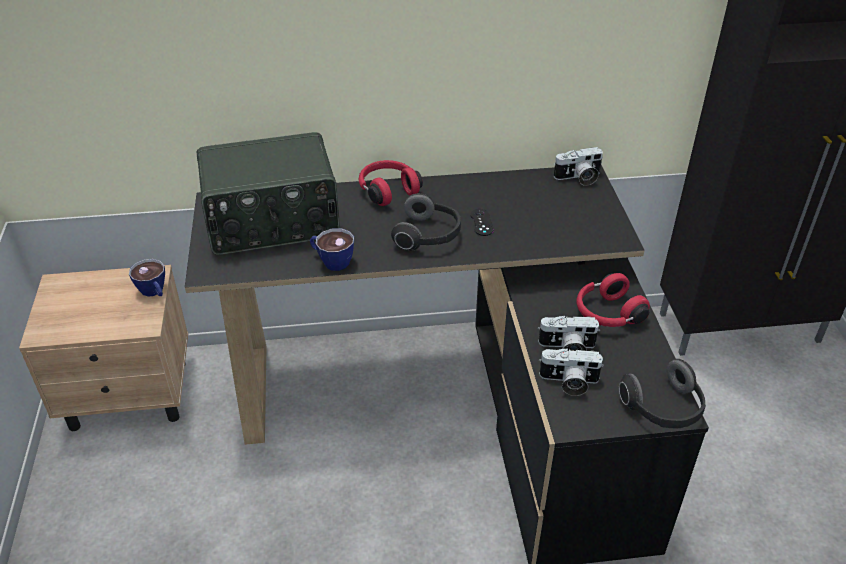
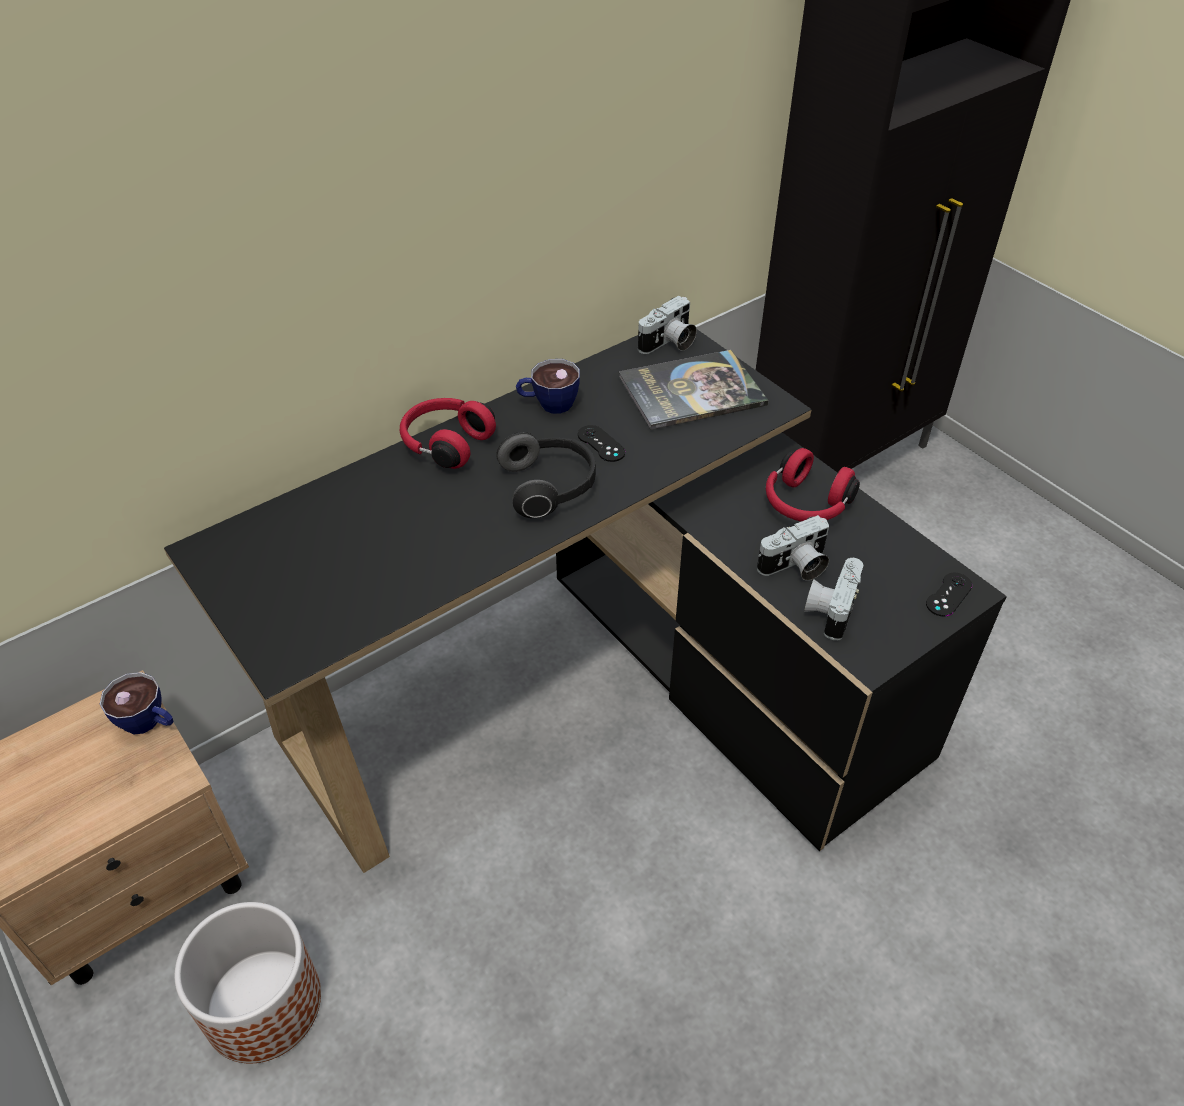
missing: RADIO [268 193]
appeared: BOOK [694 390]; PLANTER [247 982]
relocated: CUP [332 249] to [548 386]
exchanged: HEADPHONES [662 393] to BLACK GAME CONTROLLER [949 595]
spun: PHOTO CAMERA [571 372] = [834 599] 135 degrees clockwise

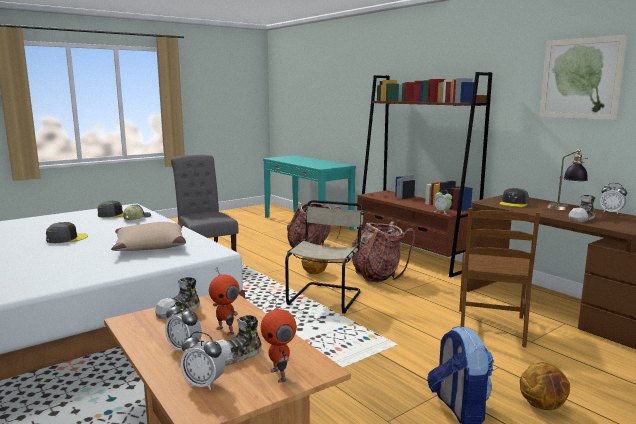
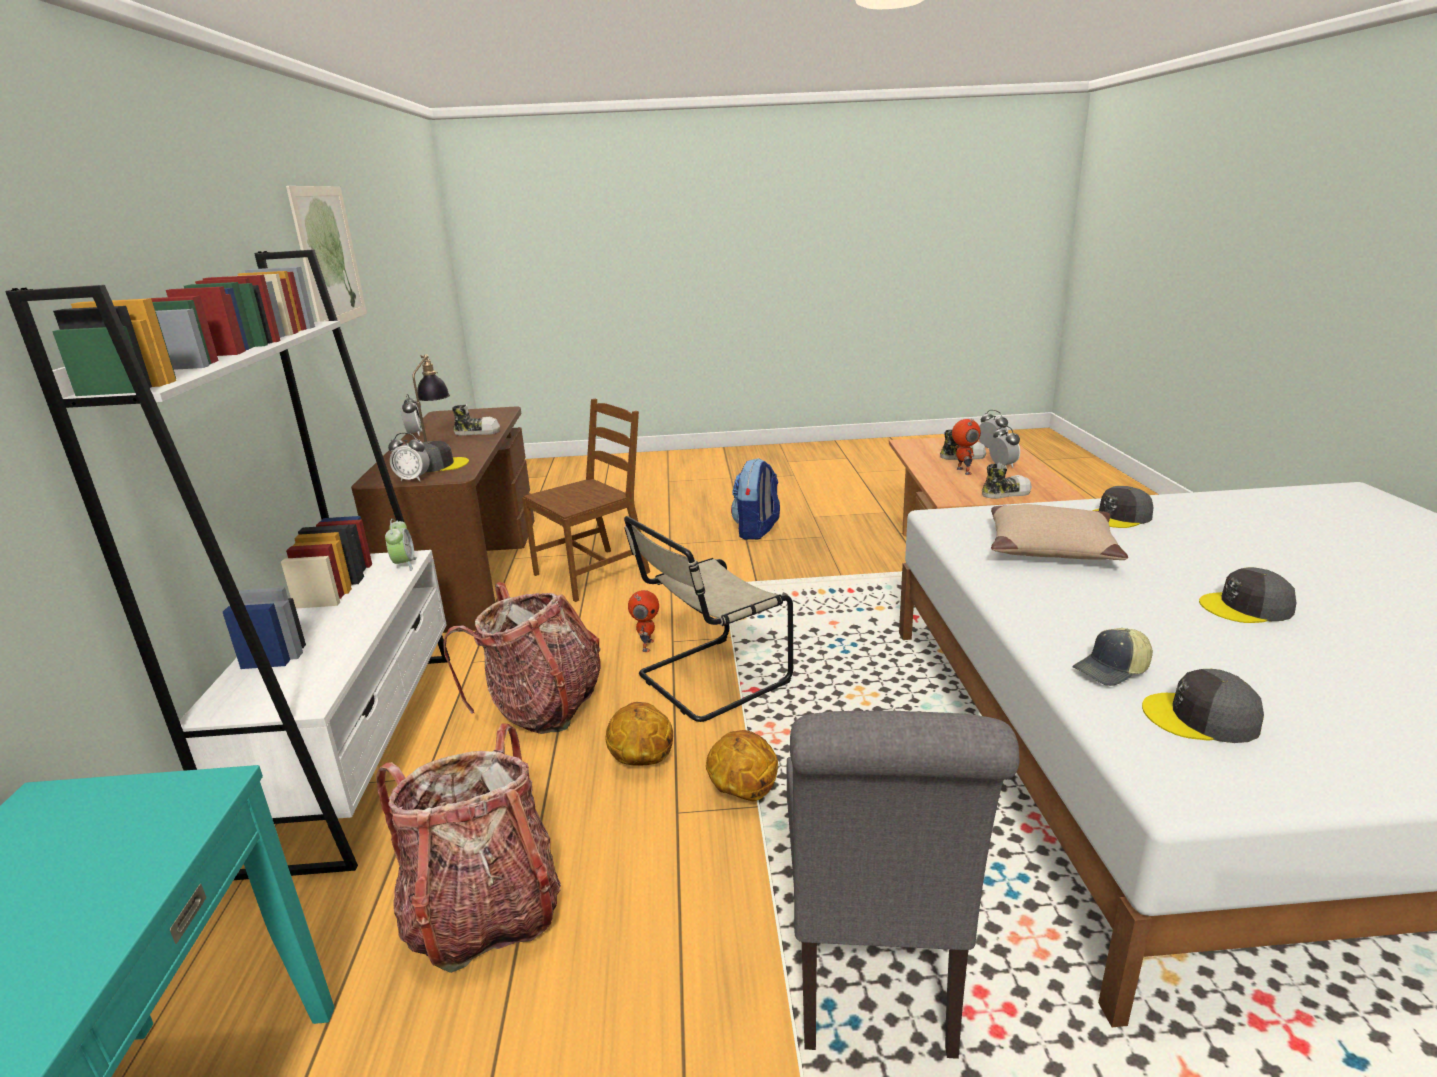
appeared: ALARM CLOCK [409 457]; GREY CAP [1122 507]
relocated: TOY ROBOT [279 340] to [643 621]; BASKETBALL [545 386] to [742 765]
colour: BROWN BOOKCASE [424 174] to WHITE BOOKCASE [227 564]

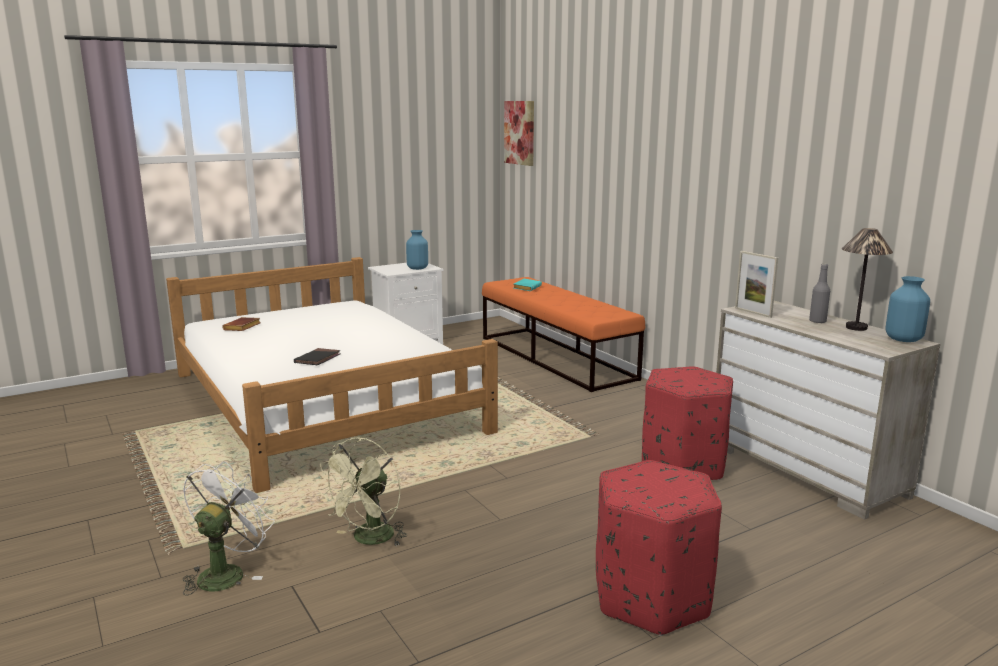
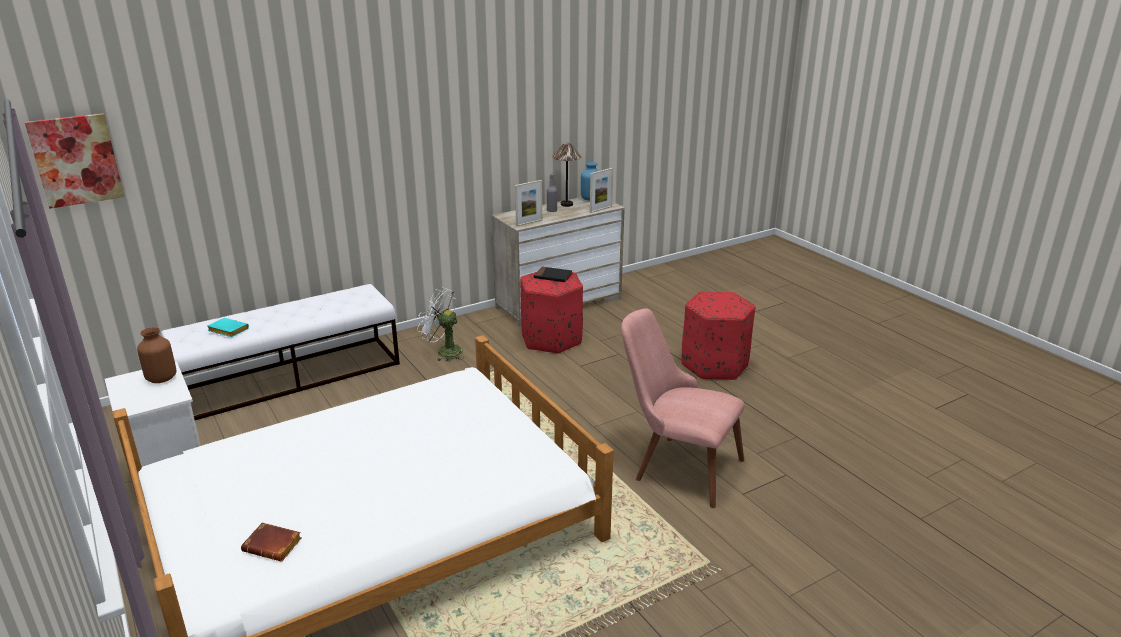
appeared: PICTURE FRAME [601 190]
relocated: BLACK BOOK [317 356] to [553 274]; WHITE FAN [228 528] to [440 324]
exchanged: GREEN FAN [362 492] to PINK CHAIR [683 408]
colour: BLUE VASE [417 250] to BROWN VASE [156 355]; ORANGE BENCH [563 334] to WHITE BENCH [280 352]

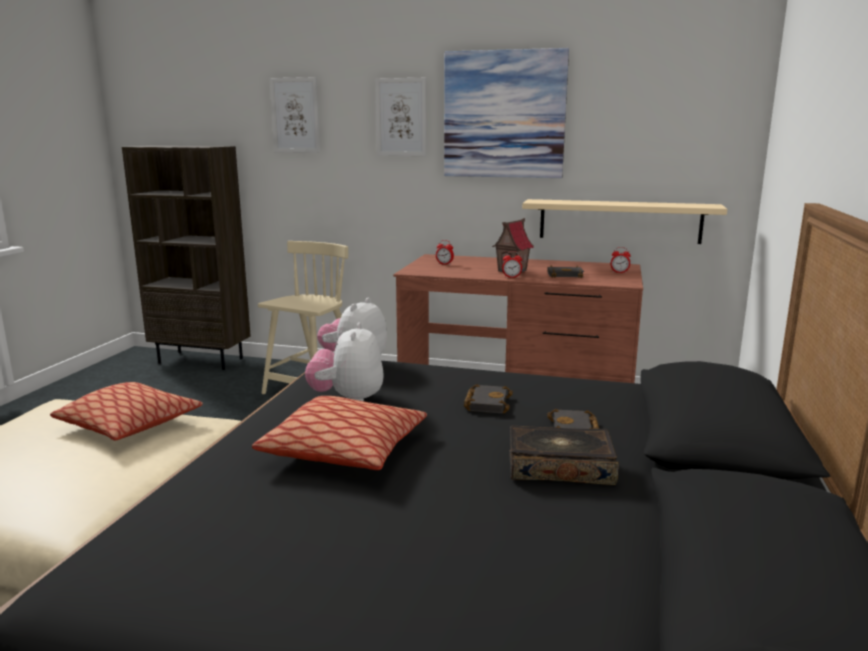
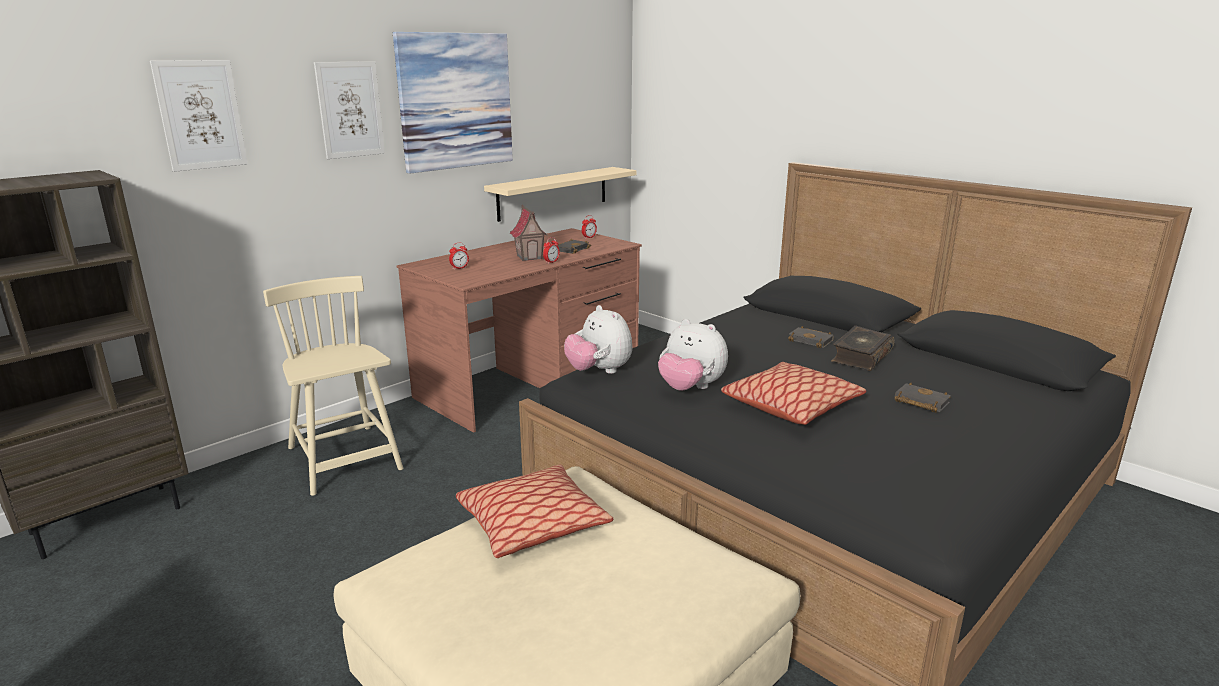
relocated: BLACK BOOK [488 399] to [922 398]

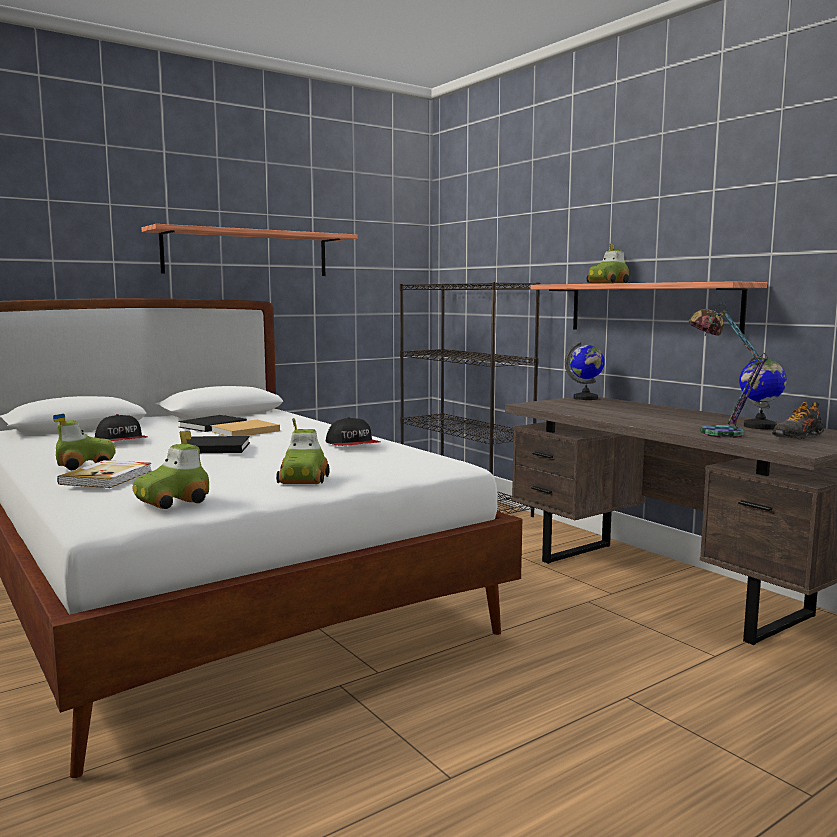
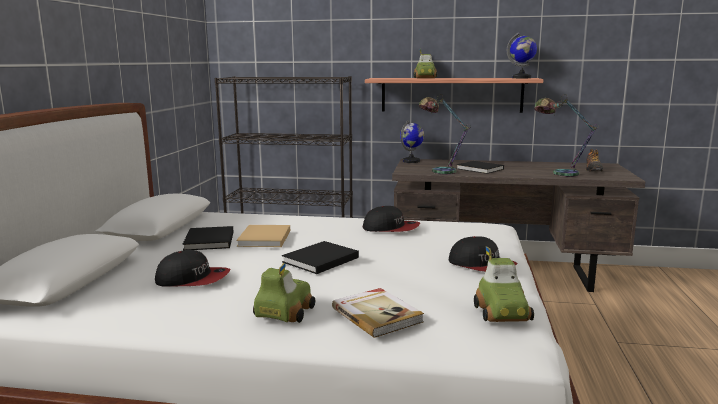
missing: SHELF [250 250]
appeared: TABLE LAMP [445 134]; BLACK BOOK [480 167]
relocated: GLOBE [763 390] to [522 55]
exchanged: TOY CAR [302 451] to CAP [483 254]

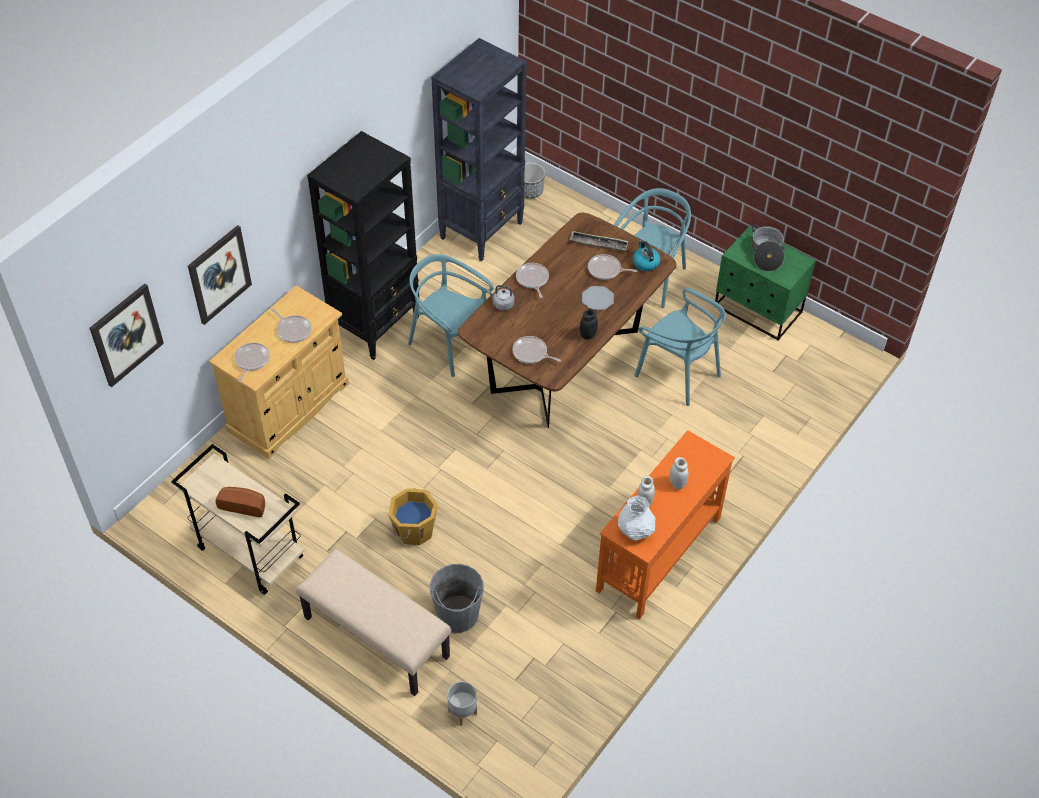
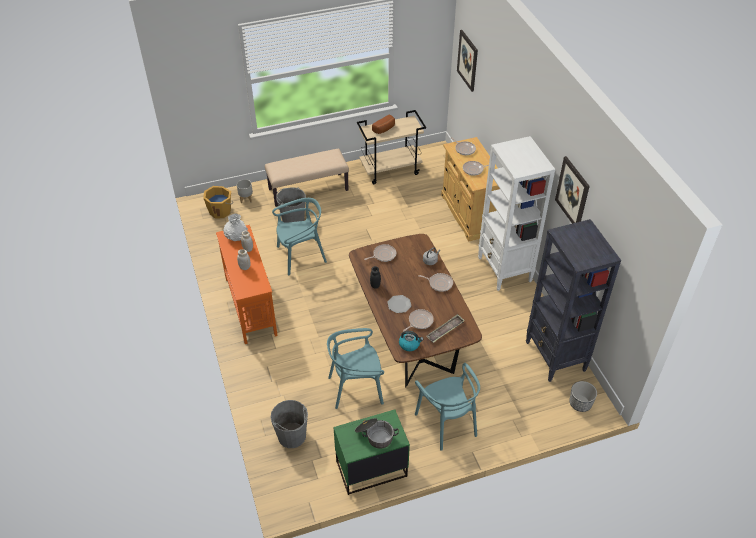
appeared: GREY BUCKET [289 424]
relocated: PICTURE [220 275] to [572 190]; TURQUOISE CHAIR [451 315] to [299 237]; ORANGE BUCKET [412 516] to [218 202]
colour: BLACK BOOKCASE [363 245] to WHITE BOOKCASE [516 213]

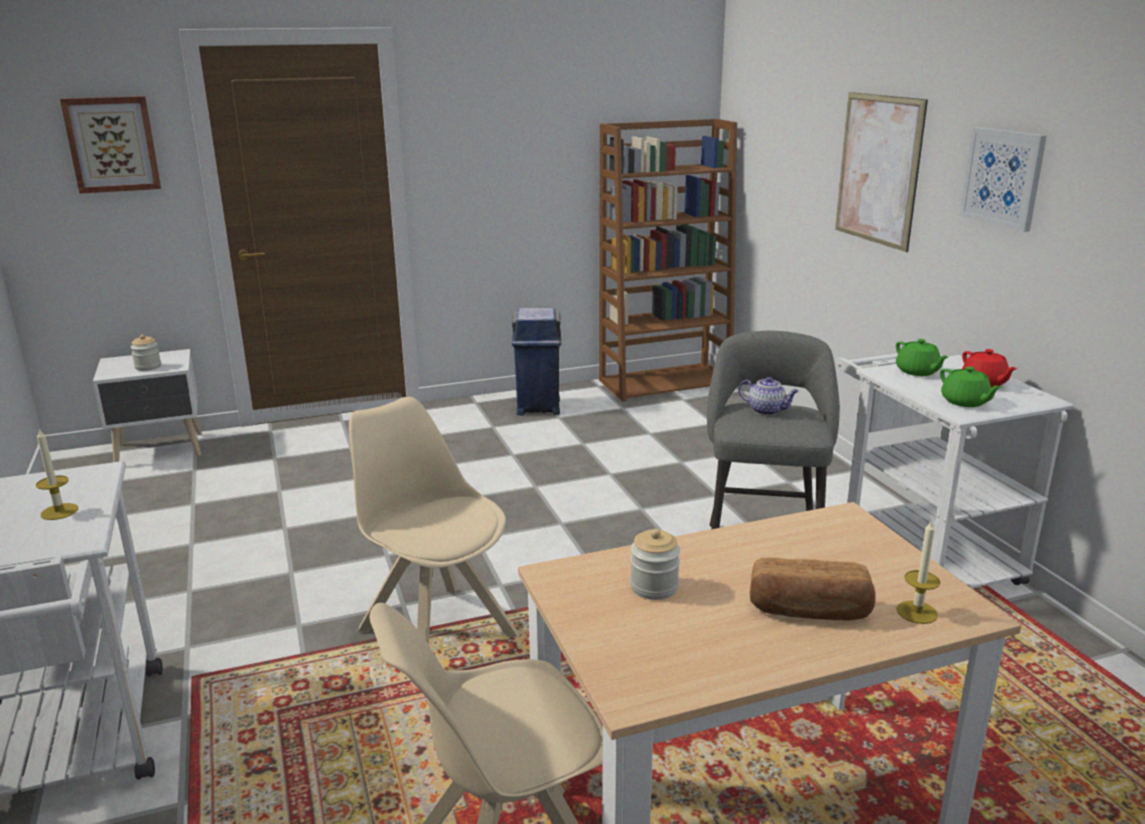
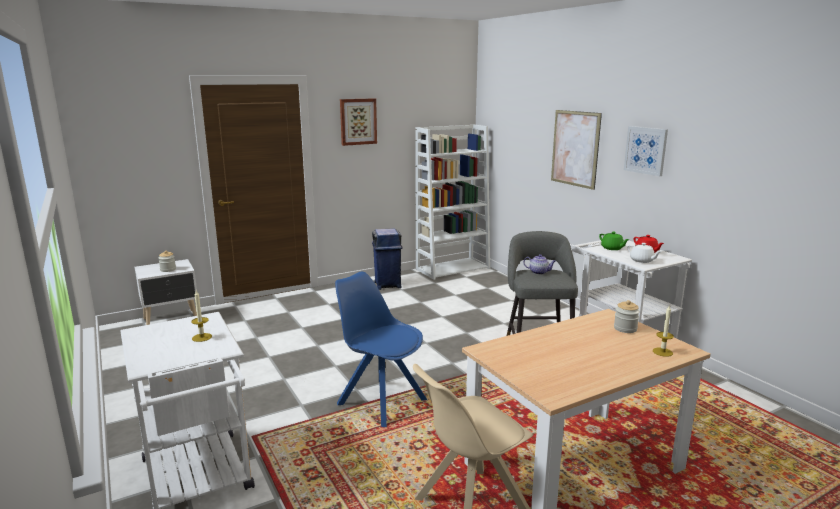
missing: BREAD [812 589]
relocated: PICTURE [110 145] to [358 122]; JAR [655 564] to [627 316]
colour: BROWN BOOKCASE [668 260] to WHITE BOOKCASE [452 202]; GREEN TEAPOT [971 386] to WHITE TEAPOT [644 253]; BEIGE CHAIR [433 521] to BLUE CHAIR [381 349]

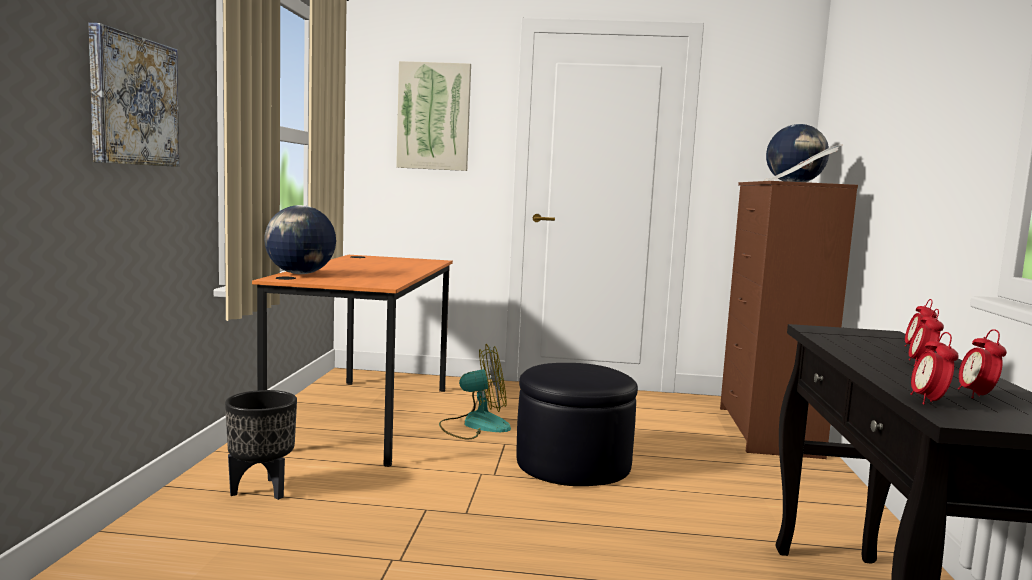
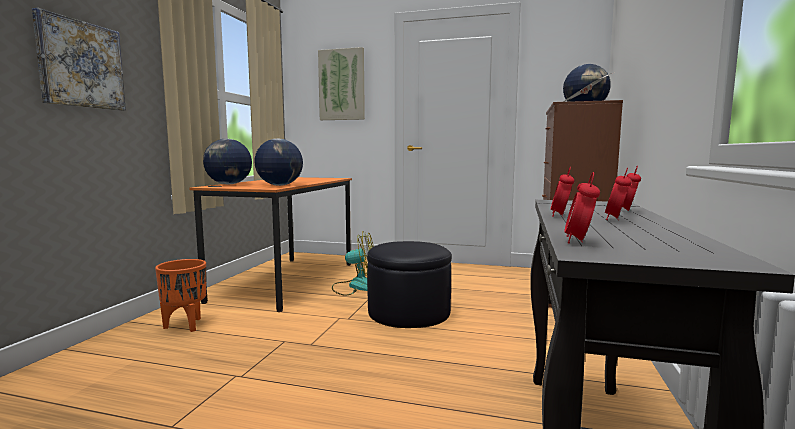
appeared: GLOBE [278 162]
relocated: ALARM CLOCK [982 363] to [563 192]
colour: BLACK PLANTER [261 445] to ORANGE PLANTER [181 295]

